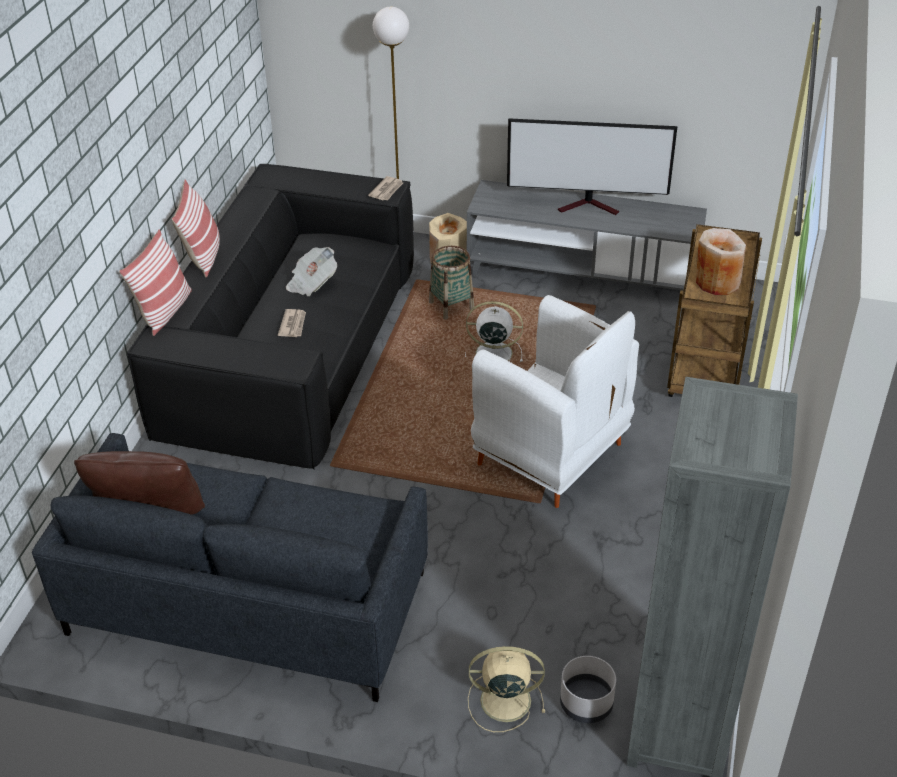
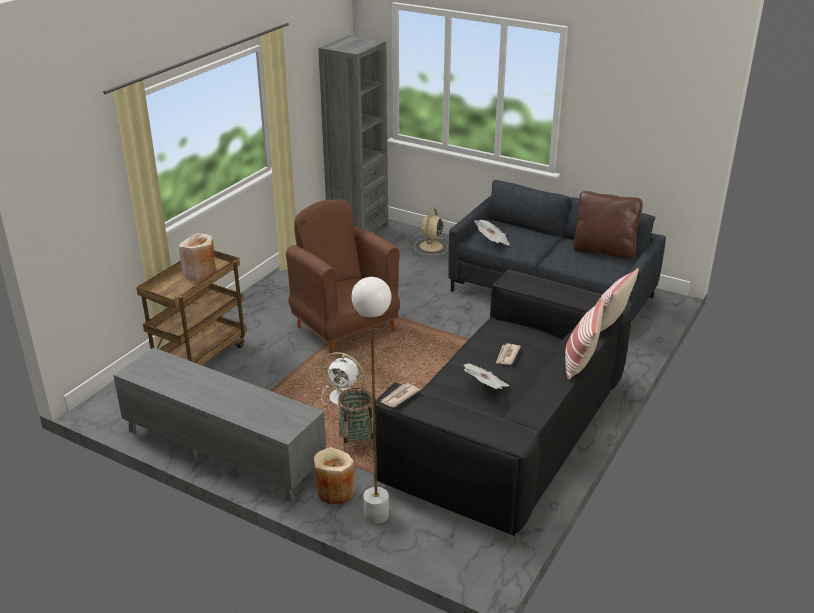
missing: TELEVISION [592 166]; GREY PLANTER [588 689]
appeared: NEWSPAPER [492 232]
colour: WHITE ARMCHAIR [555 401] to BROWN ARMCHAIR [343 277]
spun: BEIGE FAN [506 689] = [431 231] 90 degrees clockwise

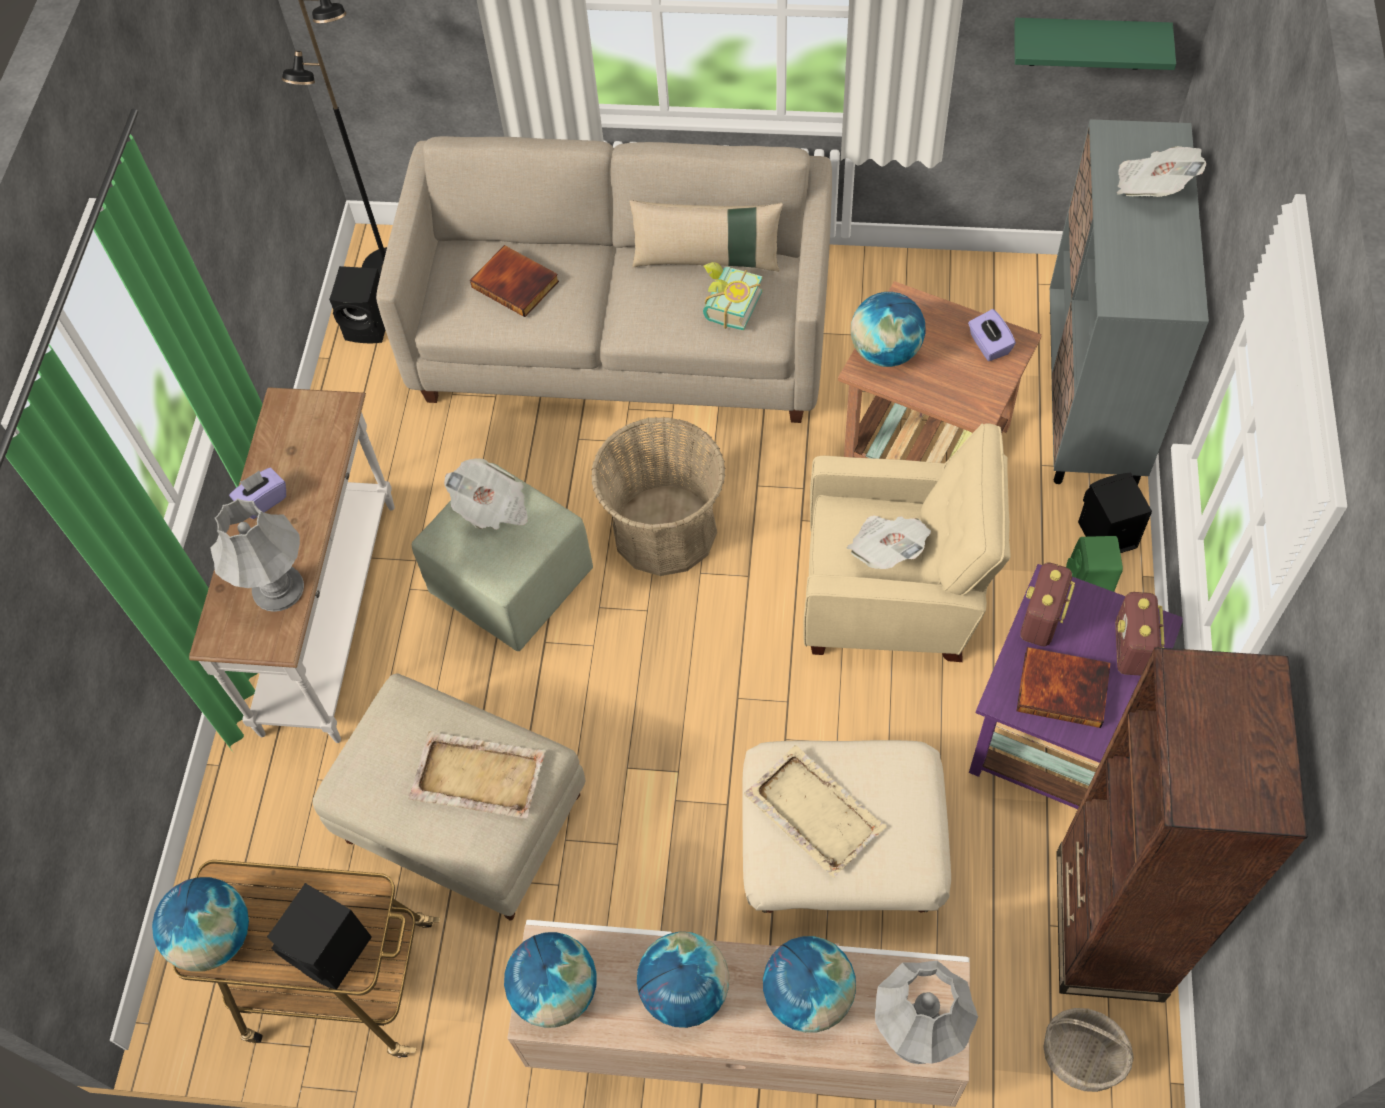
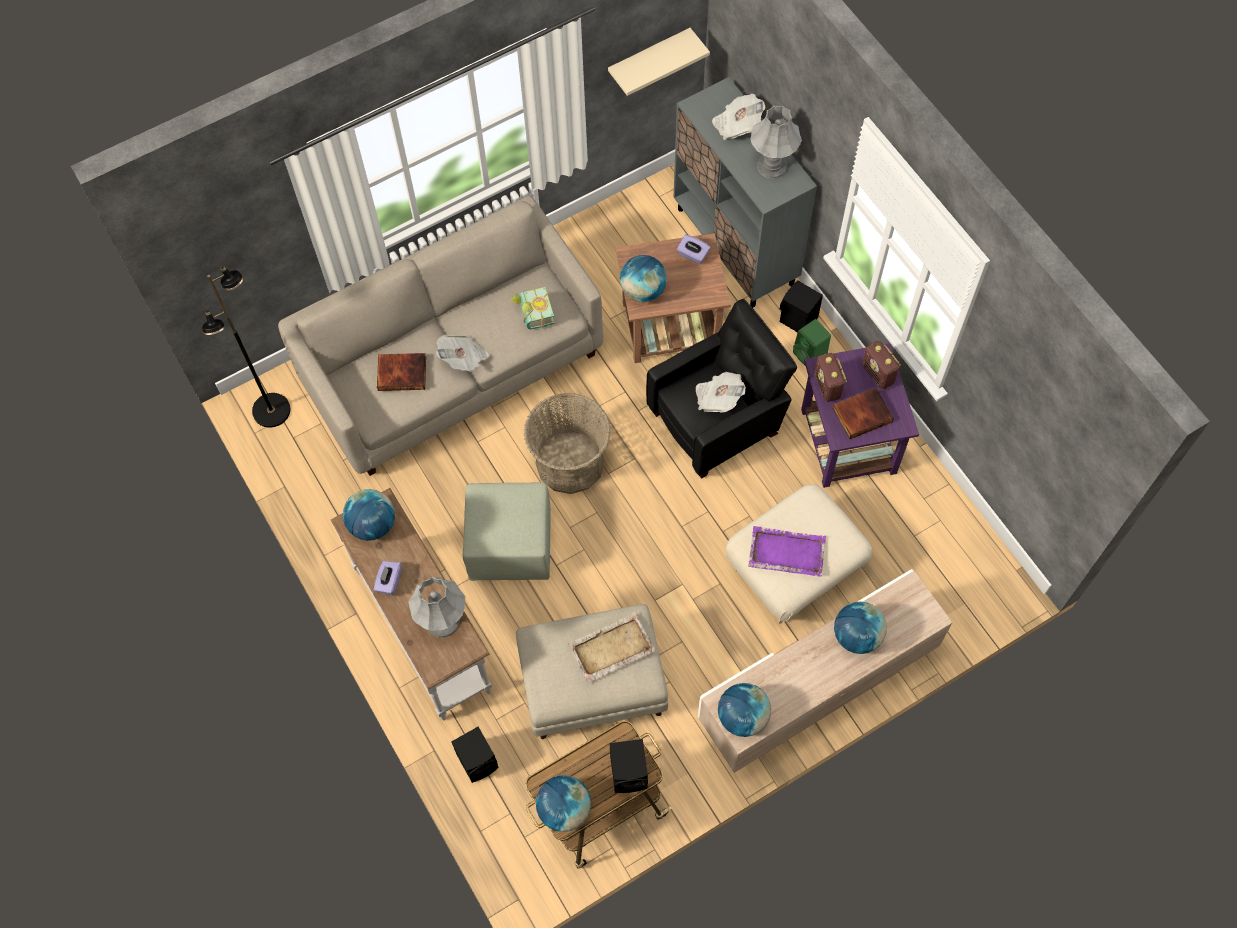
missing: BEIGE PILLOW [706 235]; BROWN BOOKCASE [1182 825]; BASKET [1088 1050]
relocated: BLACK SPEAKER [357 304] to [475 755]; NEWSPAPER [486 494] to [462 353]; GLOBE [683 980] to [369 515]; GREY TABLE LAMP [926 1012] to [776 142]
colour: GREEN SHELF [1095 44] to BEIGE SHELF [659 62]; BEIGE ARMCHAIR [907 543] to BLACK ARMCHAIR [721 389]; BEIGE TRAY [815 811] to PURPLE TRAY [787 551]

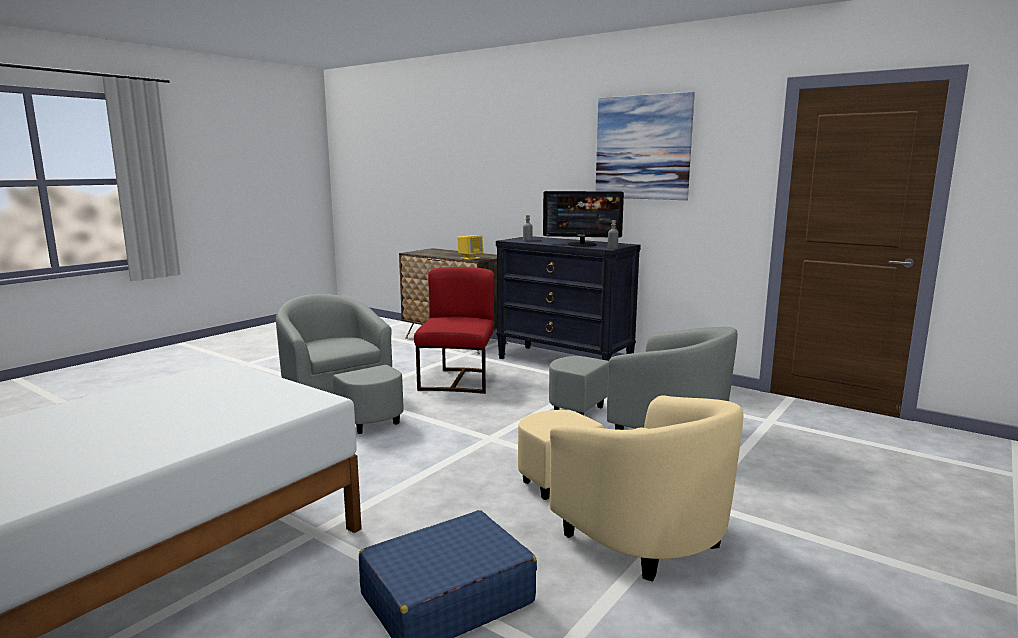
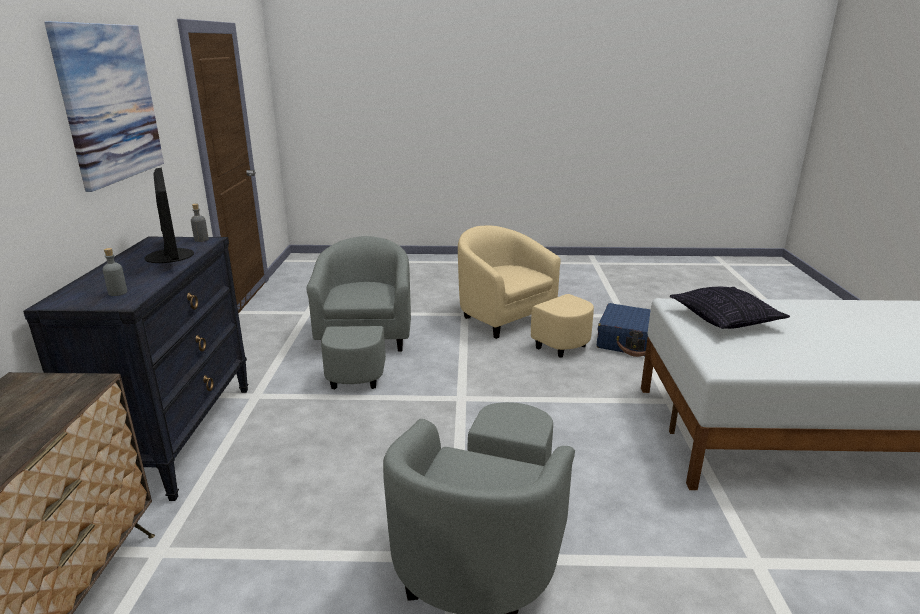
missing: YELLOW SPEAKER [470 247]; RED CHAIR [454 330]
appeared: PILLOW [730 308]
spun: BEIGE ARMCHAIR [630 488] = [526 292] 60 degrees counterclockwise

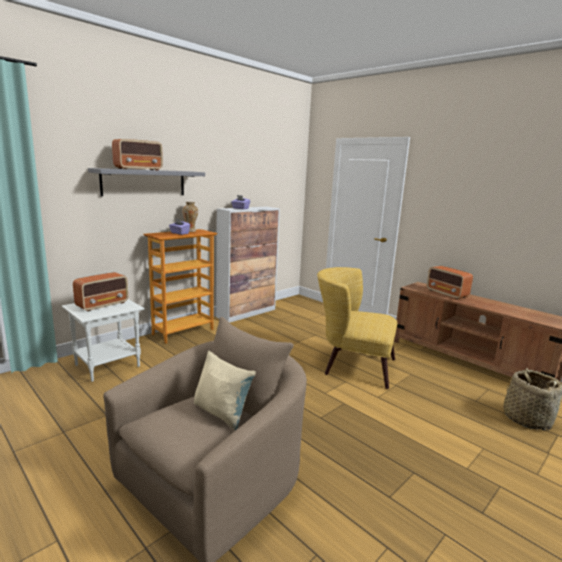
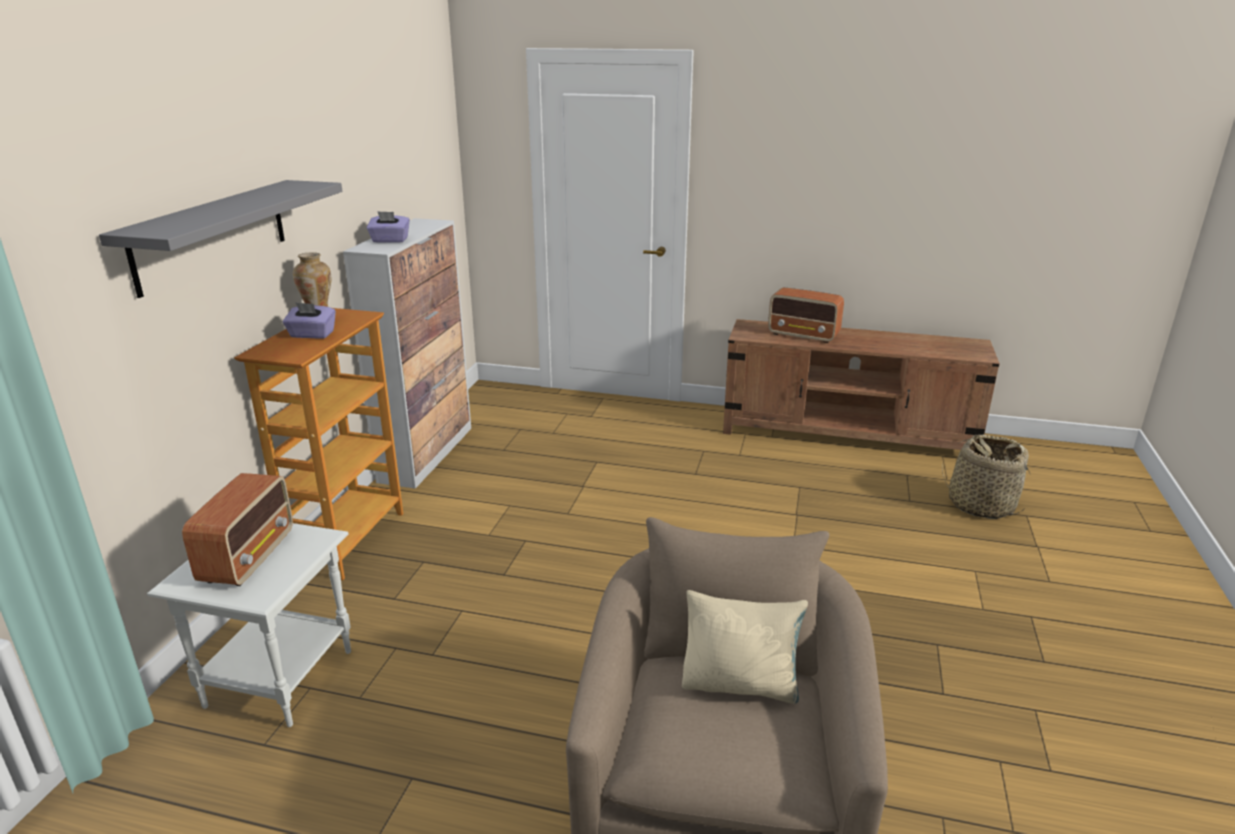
missing: RADIO [137 155]; YELLOW ARMCHAIR [357 328]

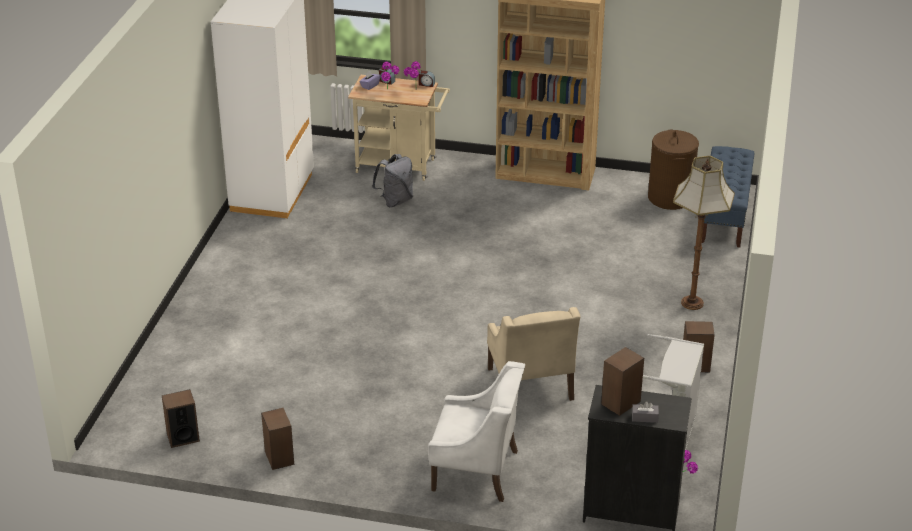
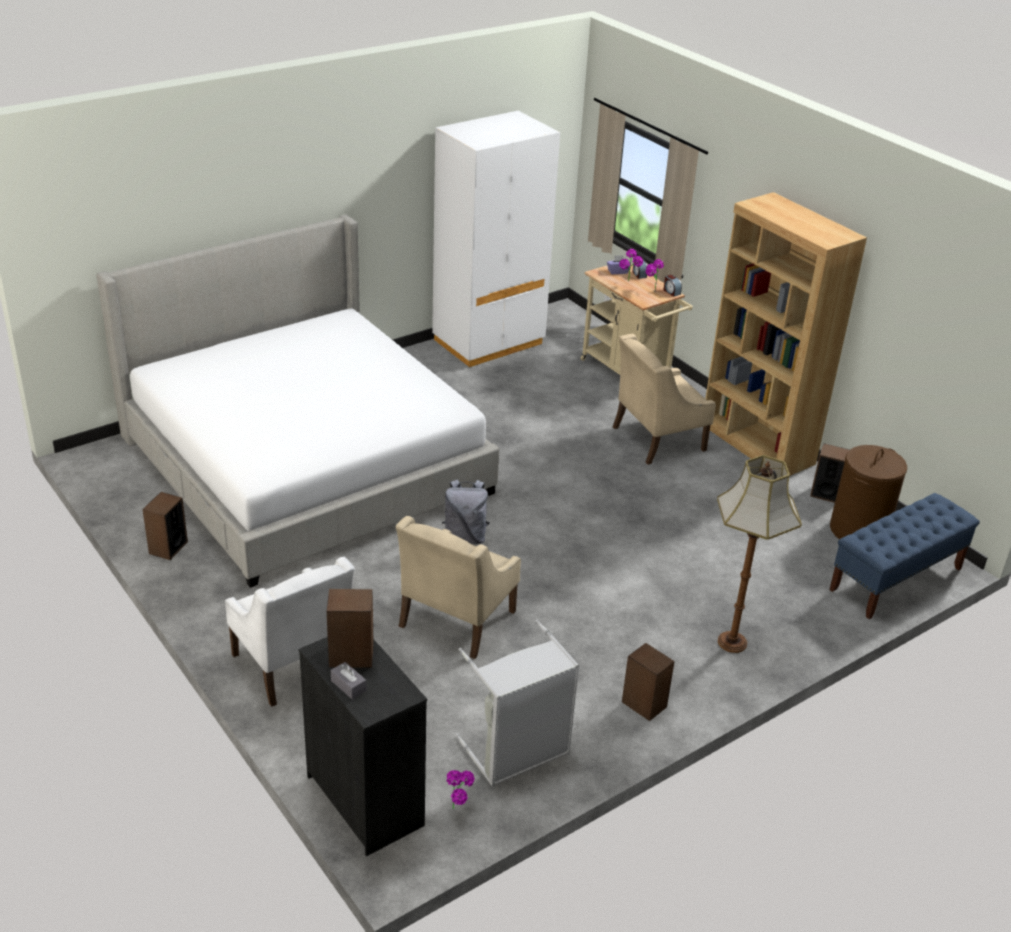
appeared: BED [298 401]; BEIGE ARMCHAIR [664 399]
relocated: GREY BACKPACK [392 180] to [466 512]; SPEAKER [181 418] to [829 473]

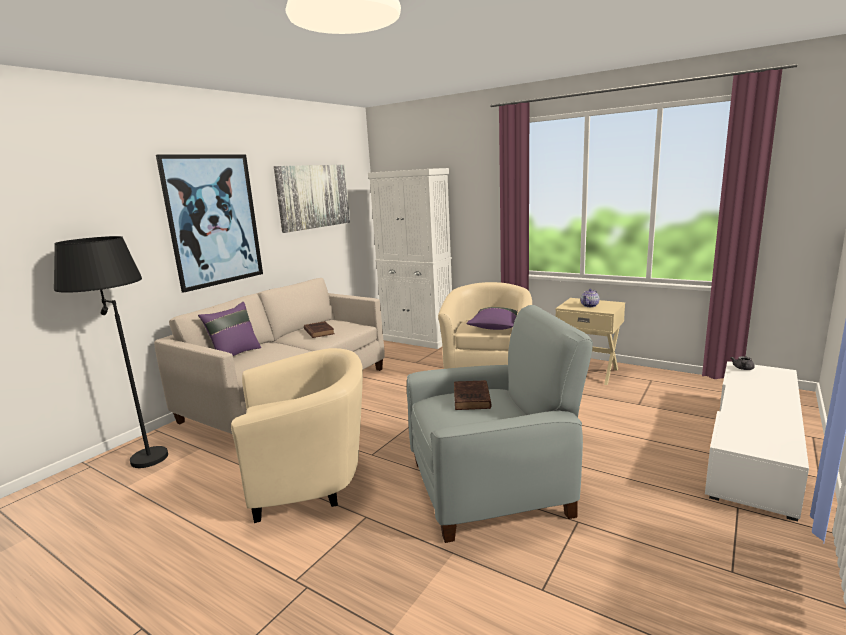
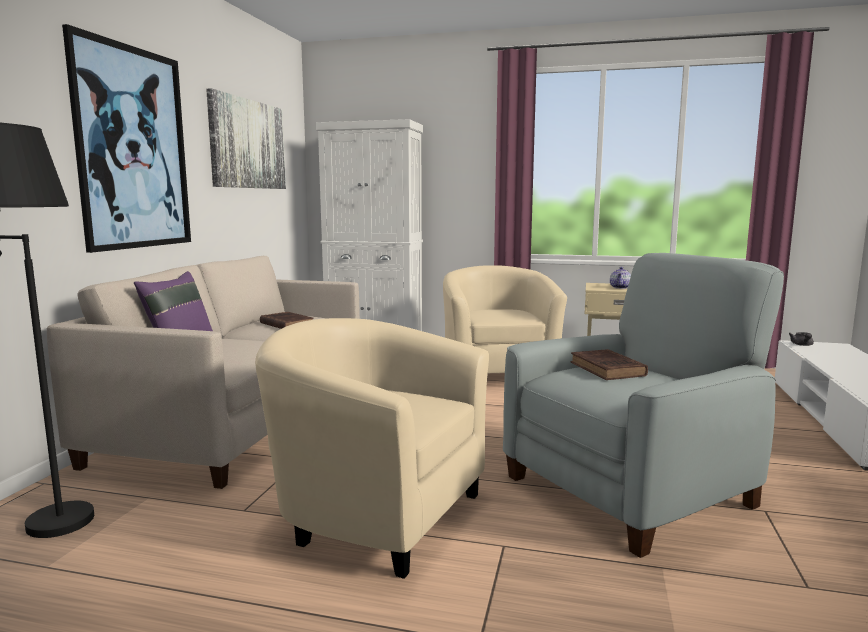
missing: PURPLE PILLOW [492 318]
spun: BEIGE ARMCHAIR [297 435] = [372 448] 120 degrees counterclockwise

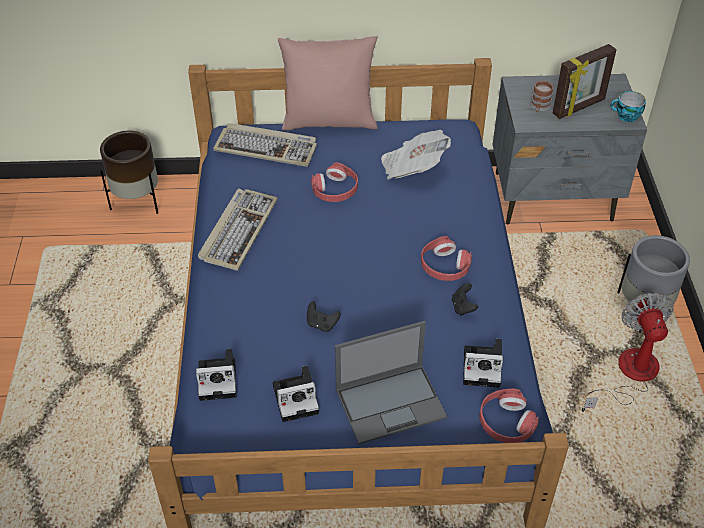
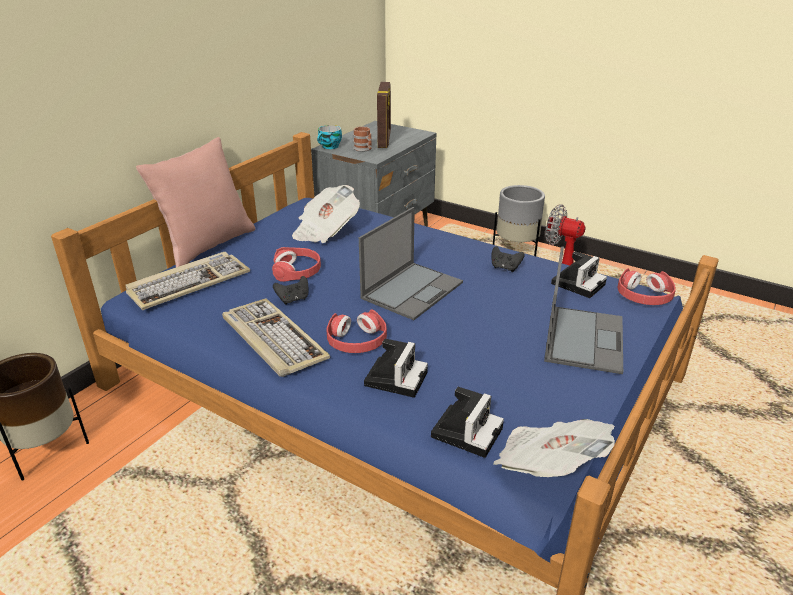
appeared: LAPTOP [411 263]; NEWSPAPER [554 448]
relocated: CUP [628 106] to [329 137]; RED HEADPHONES [446 258] to [357 331]; BLACK GAME CONTROLLER [324 316] to [290 290]; PHOTO CAMERA [296 394] to [396 368]

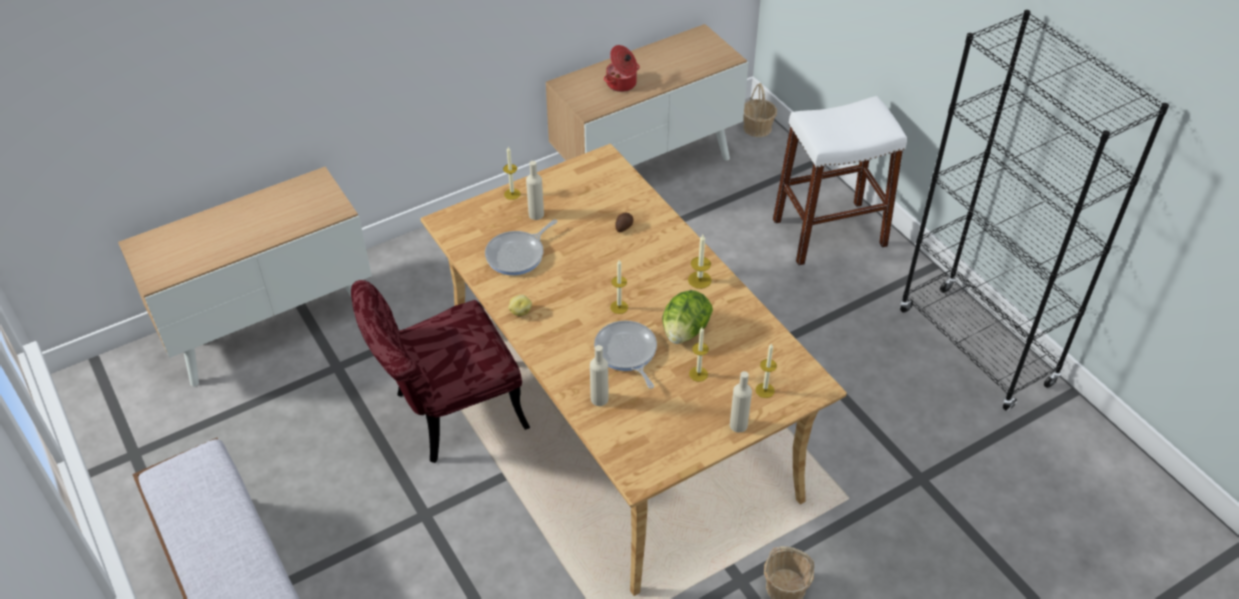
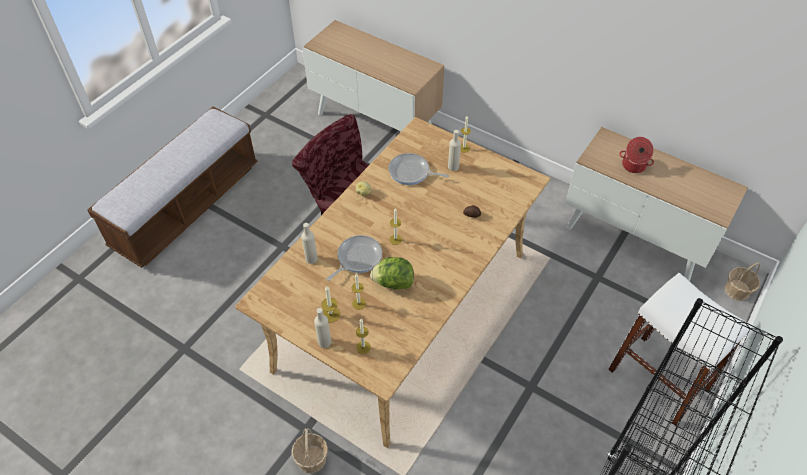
relocated: CANDLE [700 262] to [330 304]

